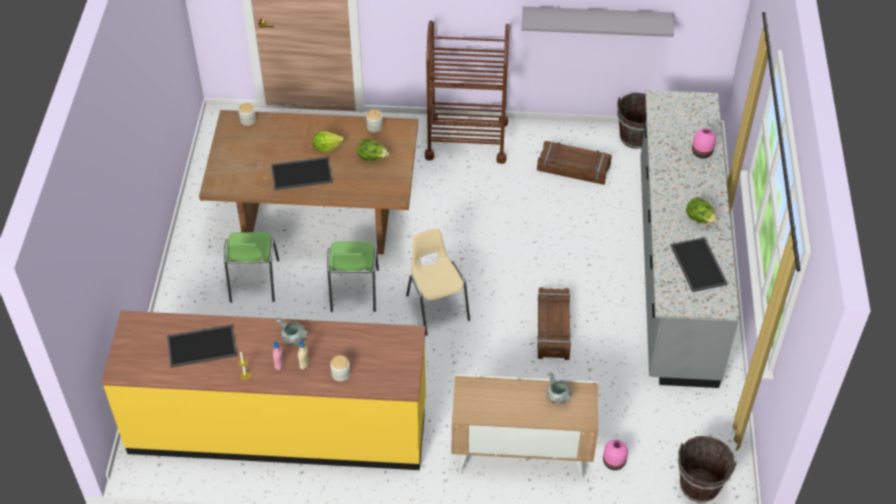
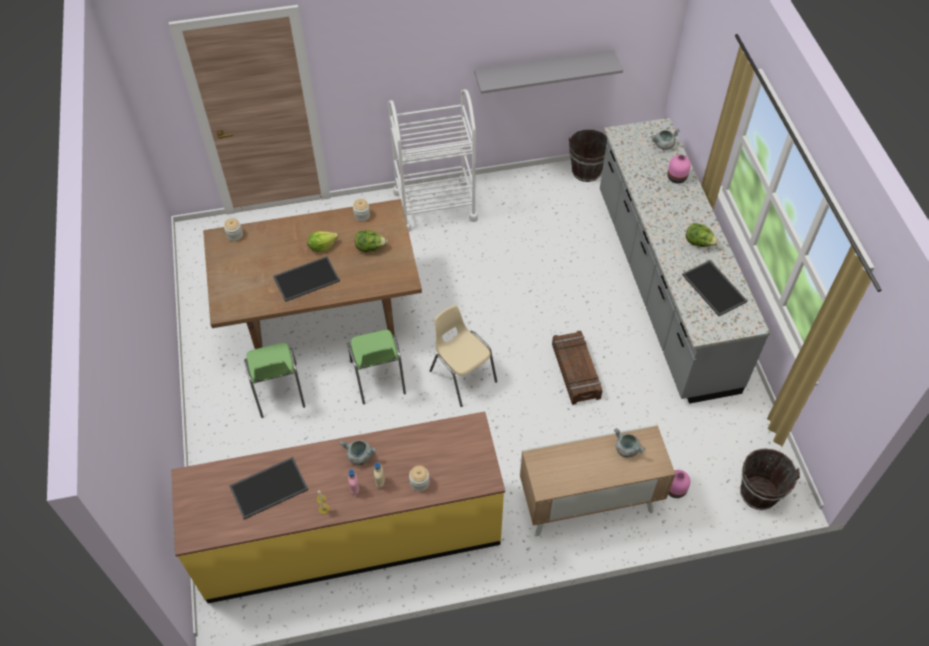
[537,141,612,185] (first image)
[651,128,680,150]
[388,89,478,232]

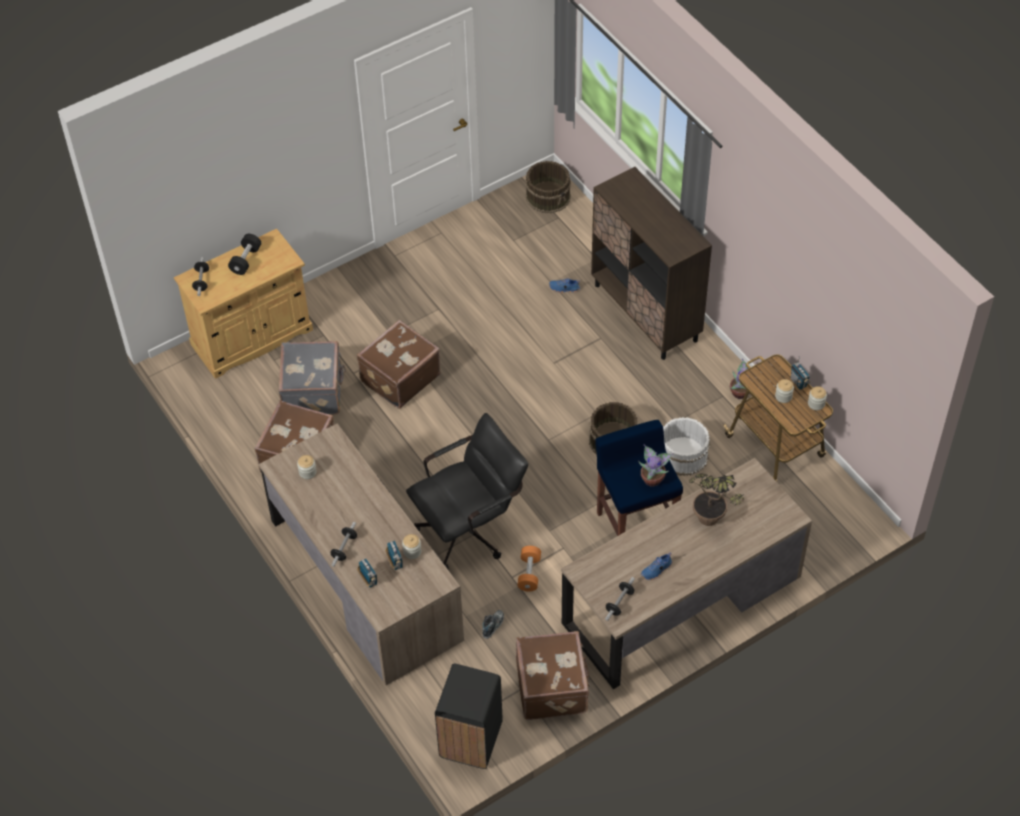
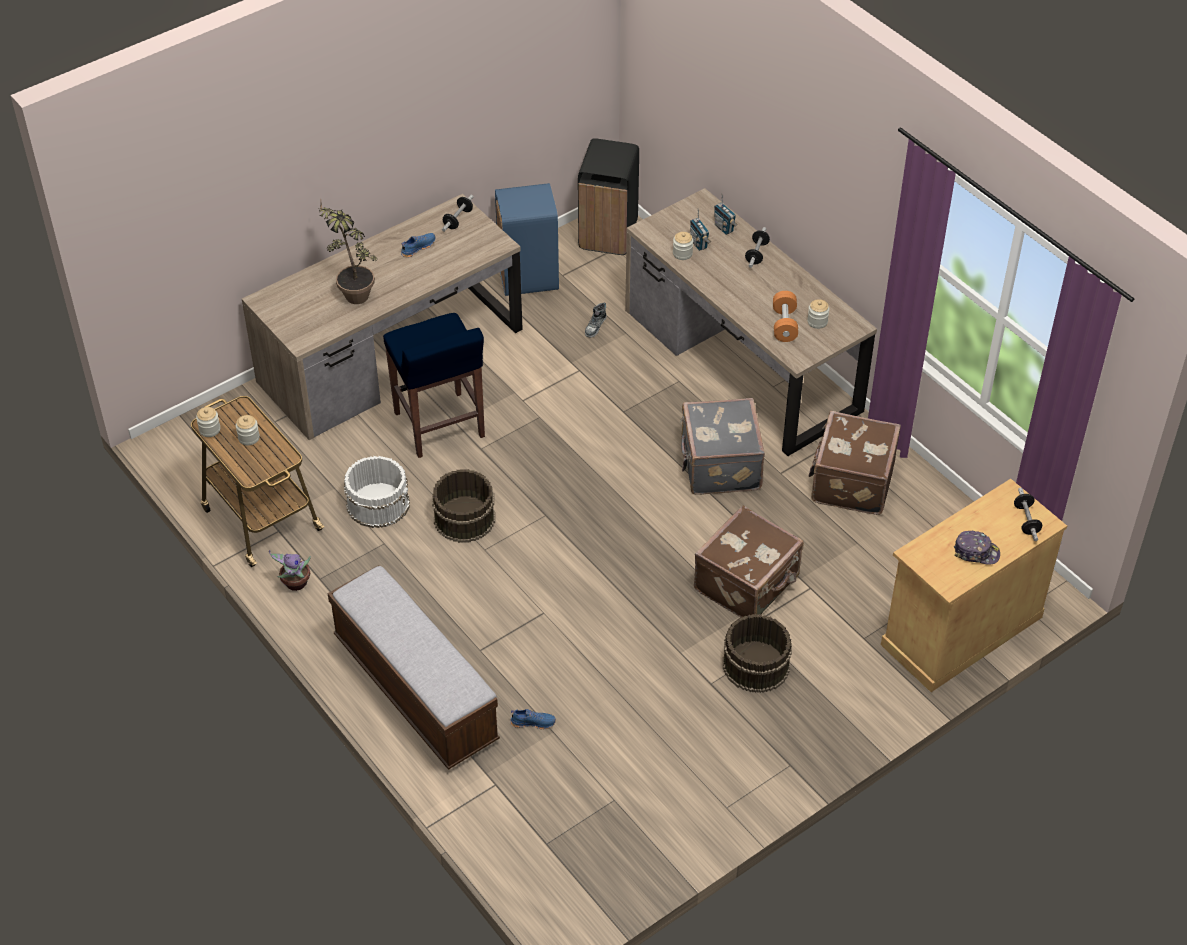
[406,413,528,570] (first image)
[638,444,673,487] (first image)
[791,358,811,390] (first image)
[680,398,765,495]
[773,291,798,342]
[723,614,792,693]
[954,531,1000,565]
[495,183,559,296]
[328,565,500,770]

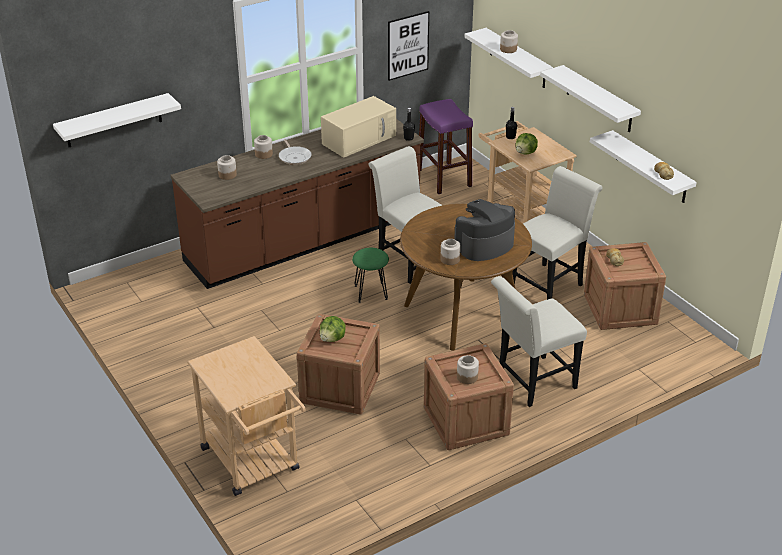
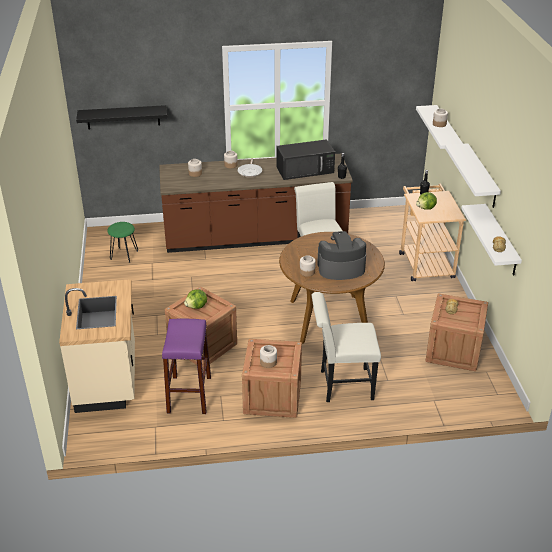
[388,11,429,81] (first image)
[513,166,603,300] (first image)
[107,222,138,263]
[162,319,211,414]
[59,279,135,413]
[76,105,167,129]
[276,139,335,180]

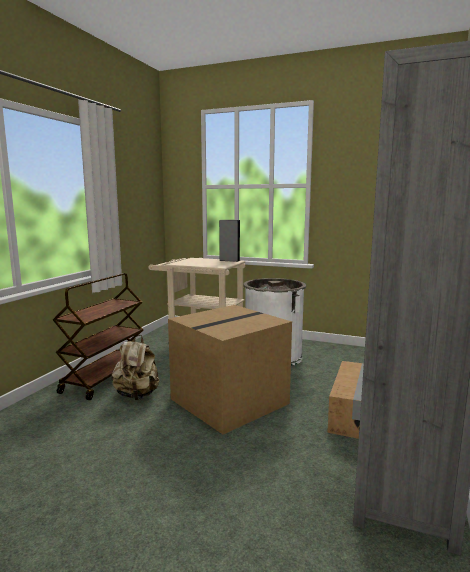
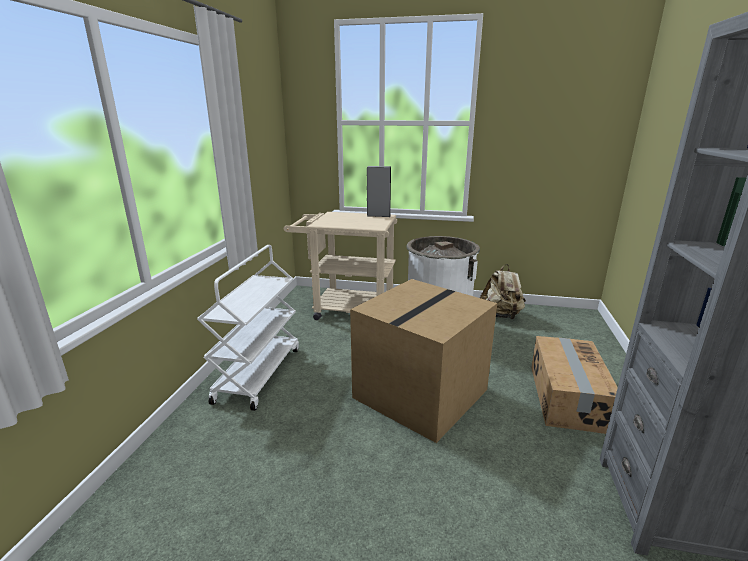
[480,264,526,319]
[197,245,299,411]

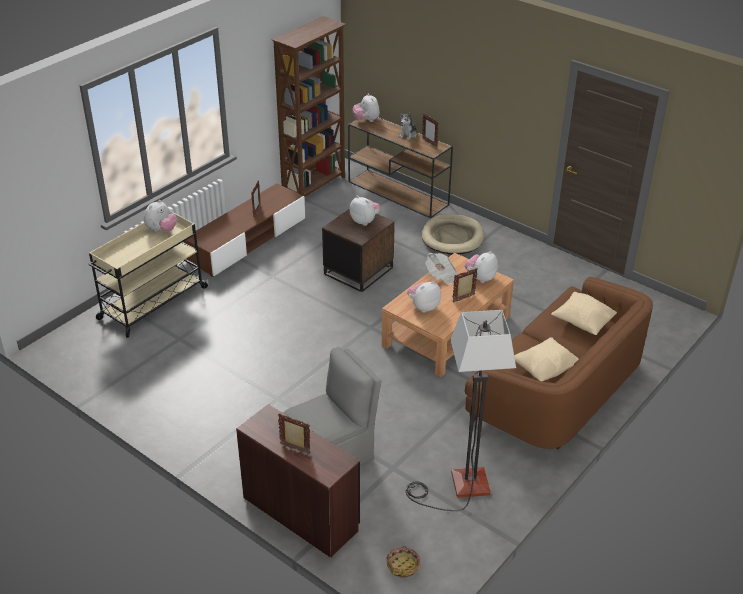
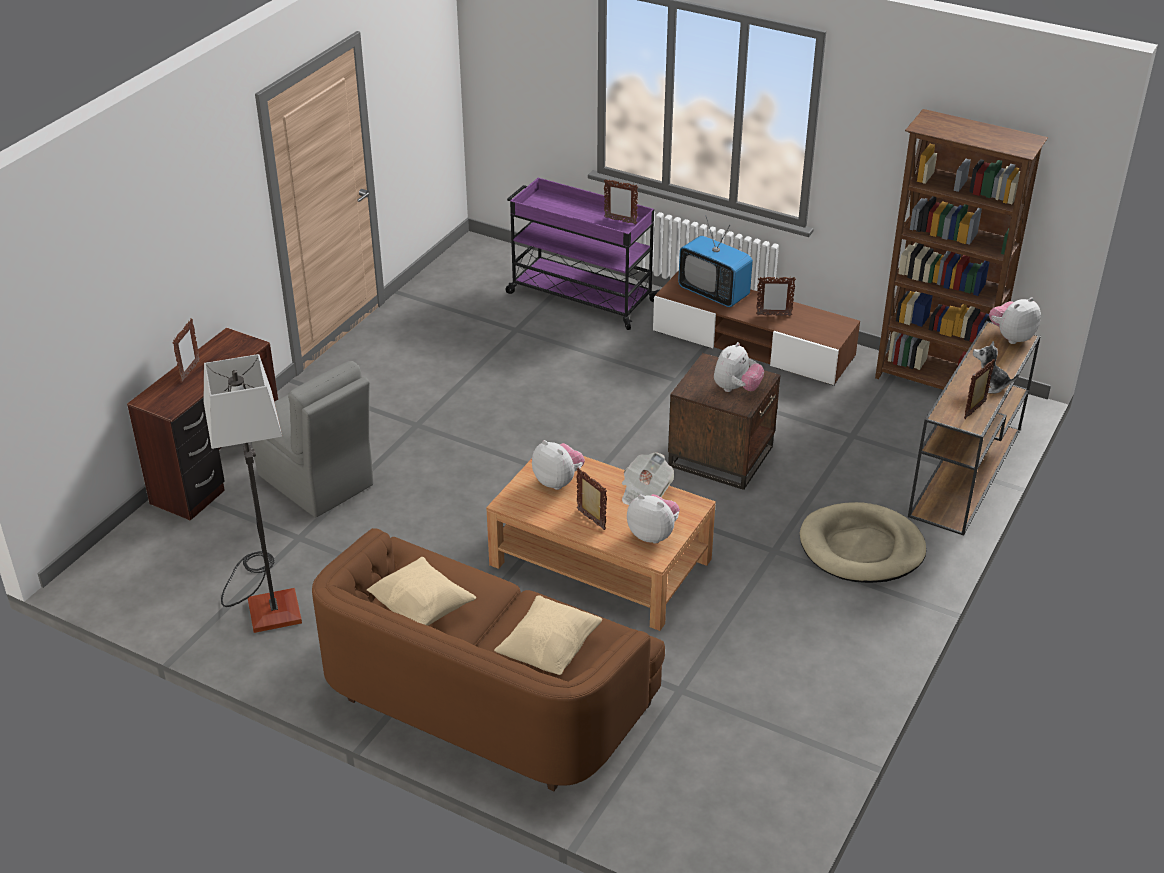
[387,546,421,578] (first image)
[678,217,753,307]
[604,179,638,224]
[506,178,660,330]

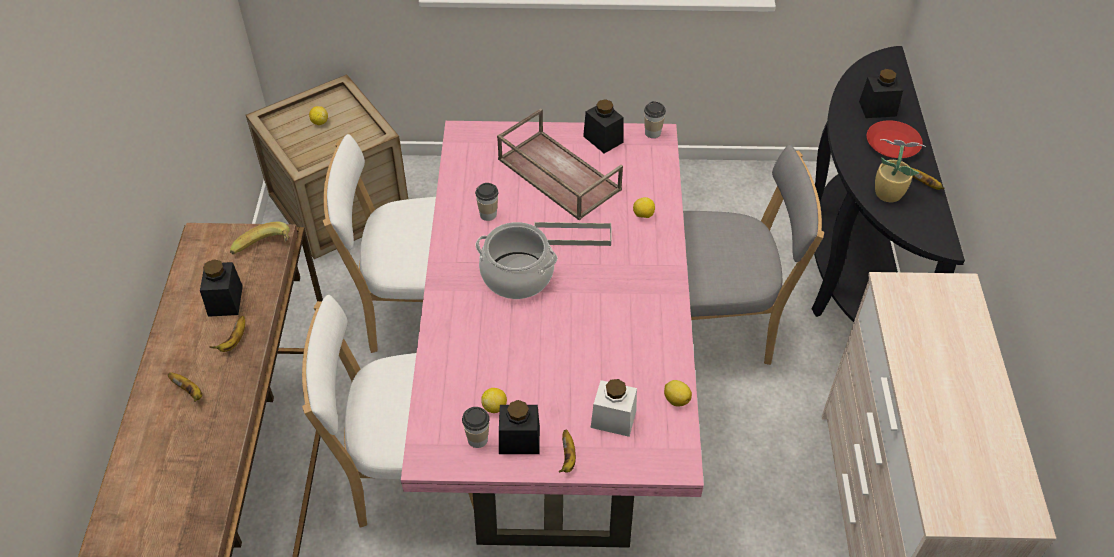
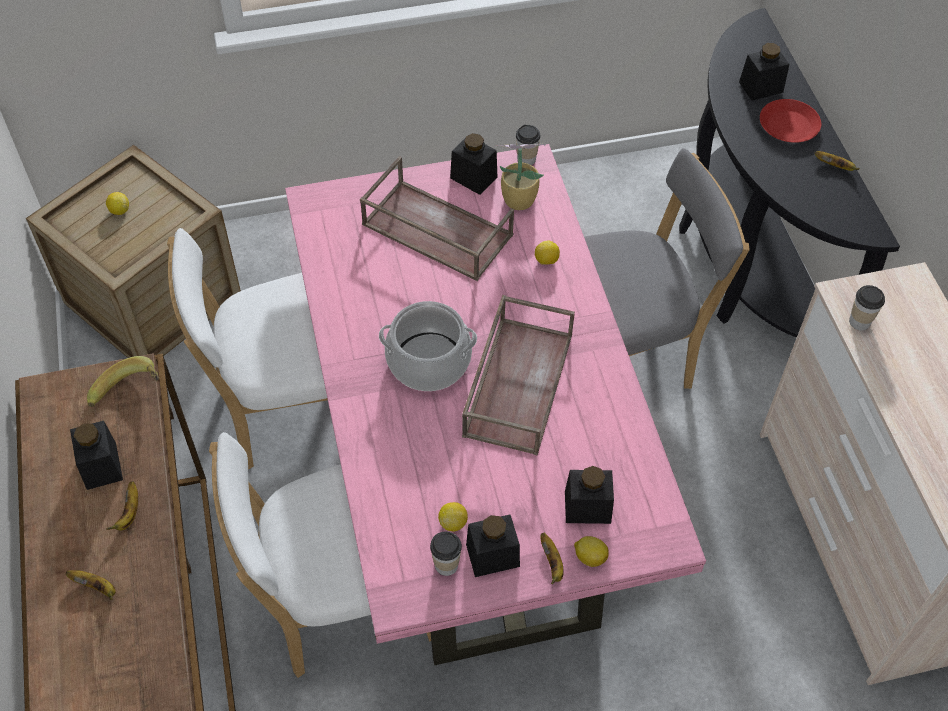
[534,222,611,246] (first image)
[462,295,575,455]
[849,285,885,330]
[574,536,609,567]
[495,144,545,210]
[565,466,614,524]

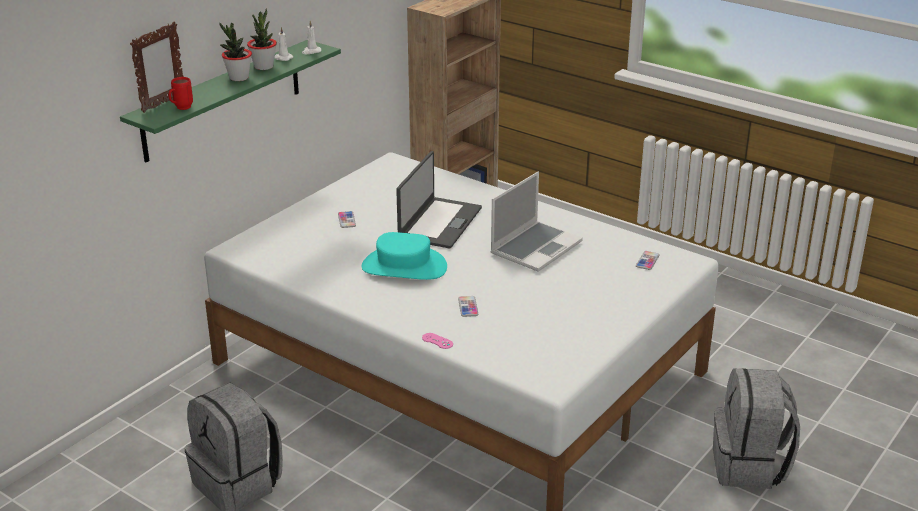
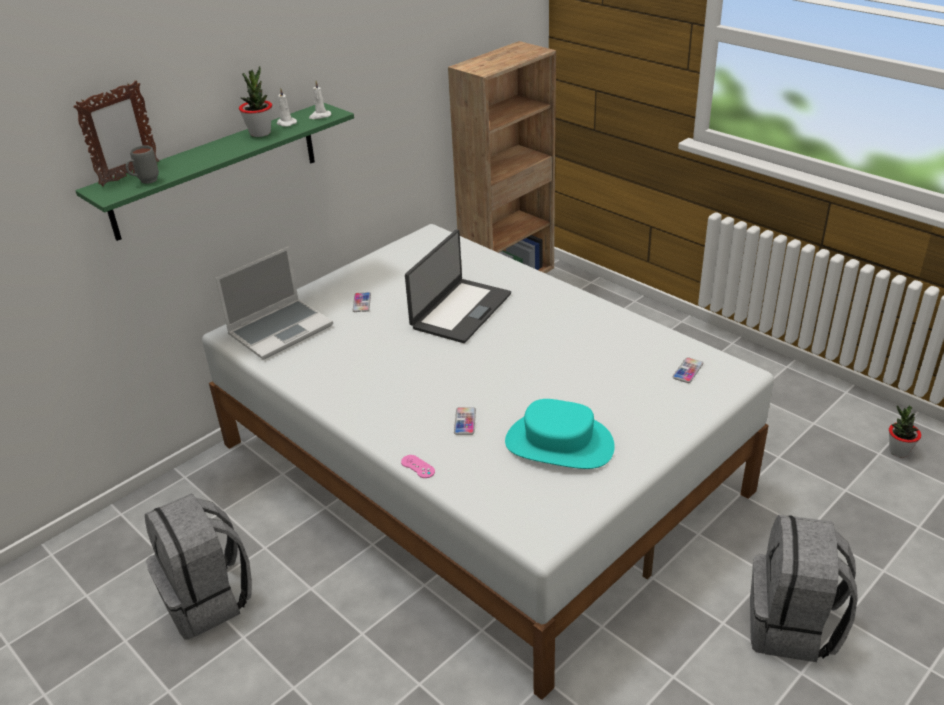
[889,405,921,458]
[505,399,615,469]
[215,247,333,360]
[126,145,159,184]

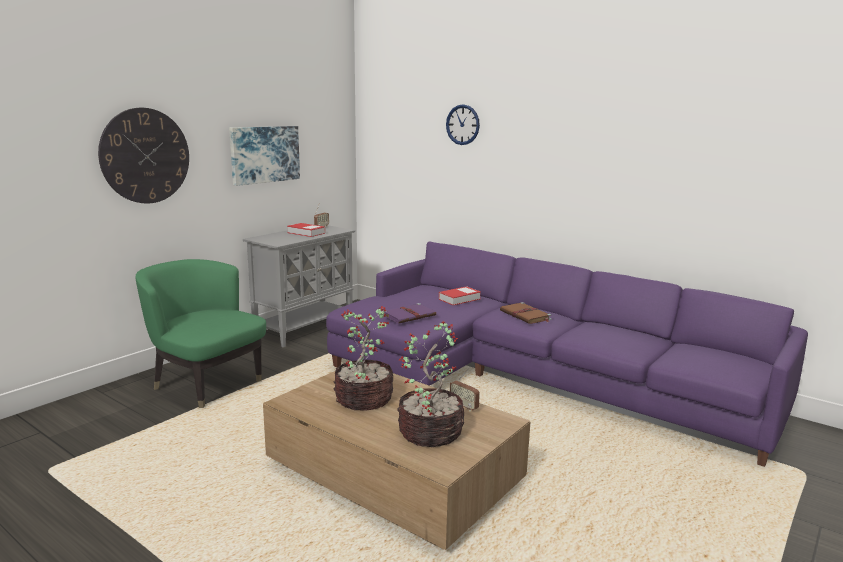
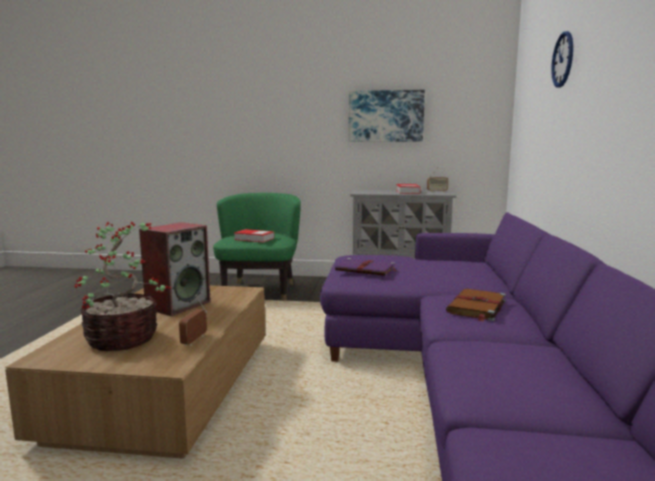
[98,108,189,204] (first image)
[234,229,274,243]
[139,222,211,316]

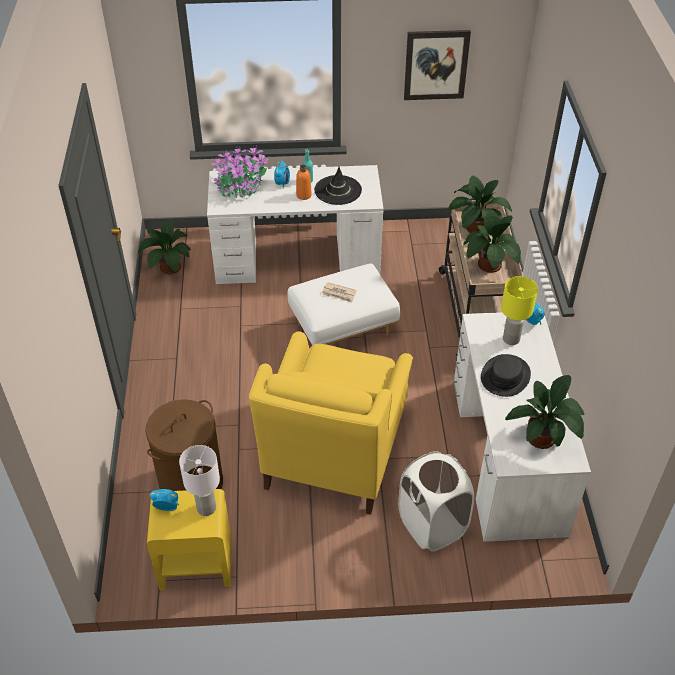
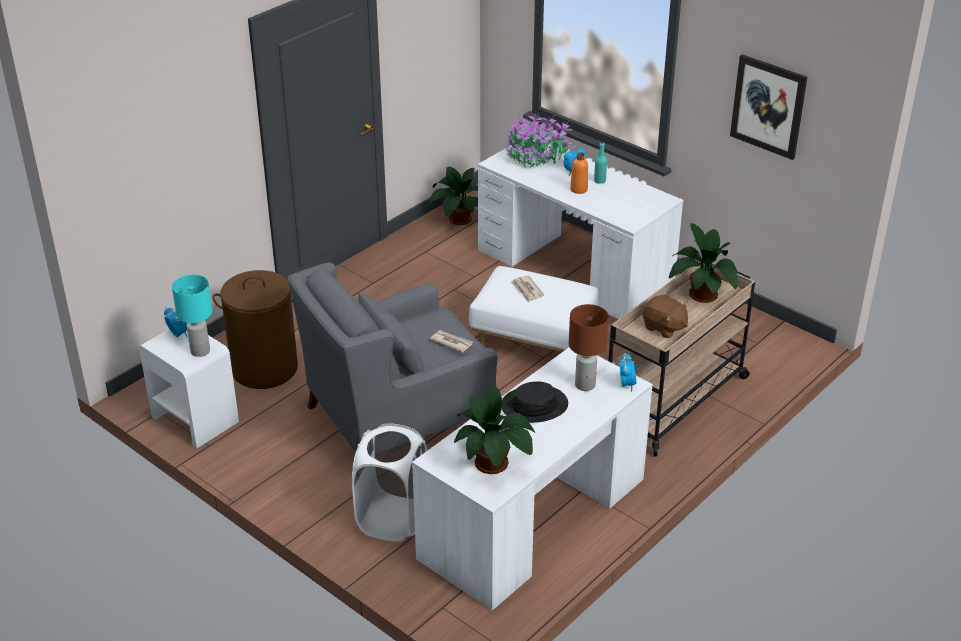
[314,167,362,205] (first image)
[430,330,473,353]
[643,294,688,338]
[139,329,239,448]
[172,275,213,357]
[287,262,498,452]
[569,304,609,391]

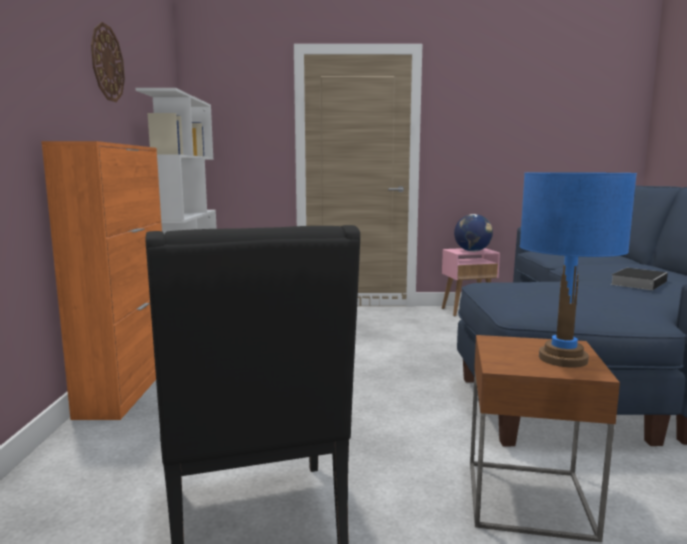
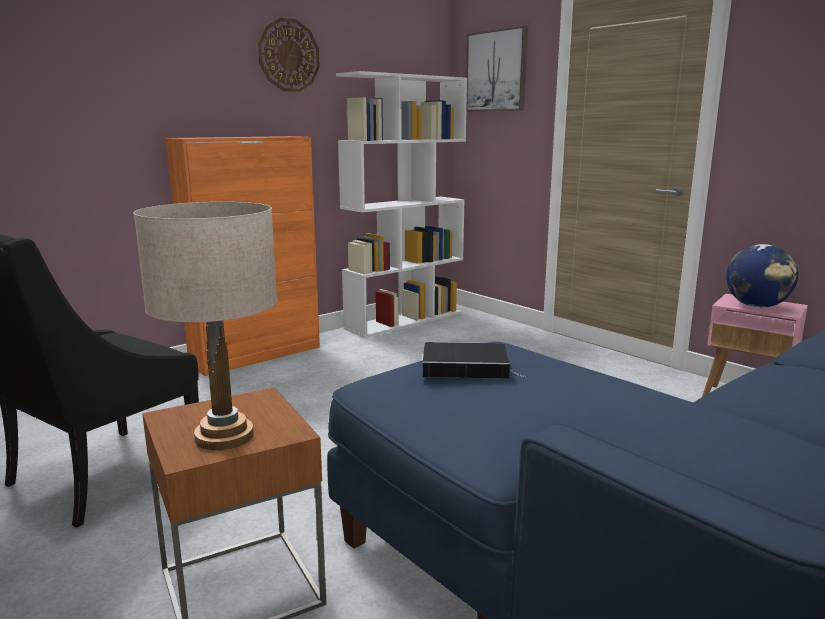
[466,26,528,111]
[423,342,524,379]
[133,202,277,450]

